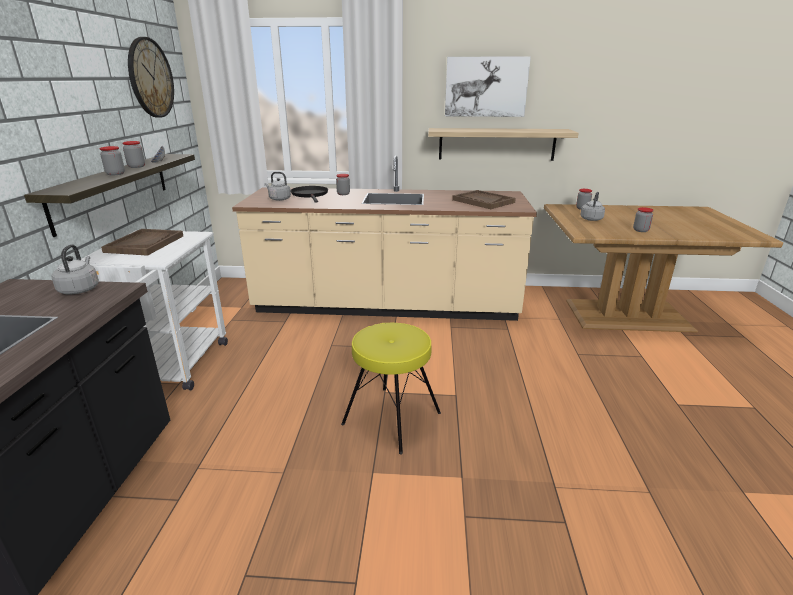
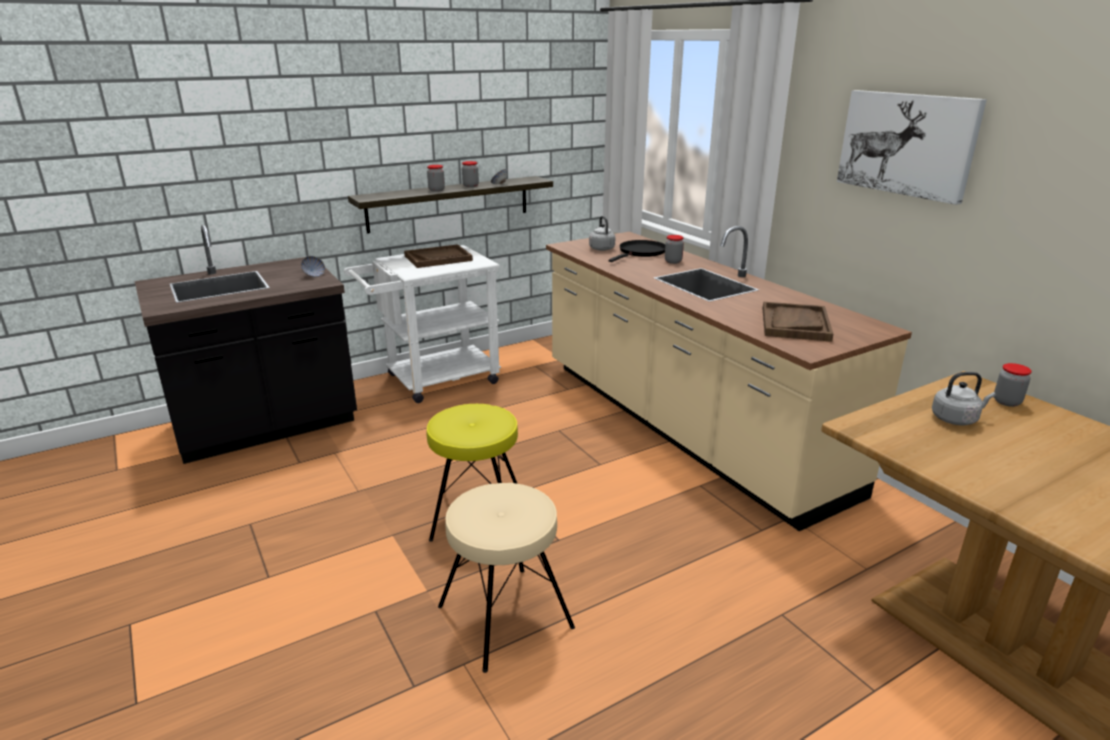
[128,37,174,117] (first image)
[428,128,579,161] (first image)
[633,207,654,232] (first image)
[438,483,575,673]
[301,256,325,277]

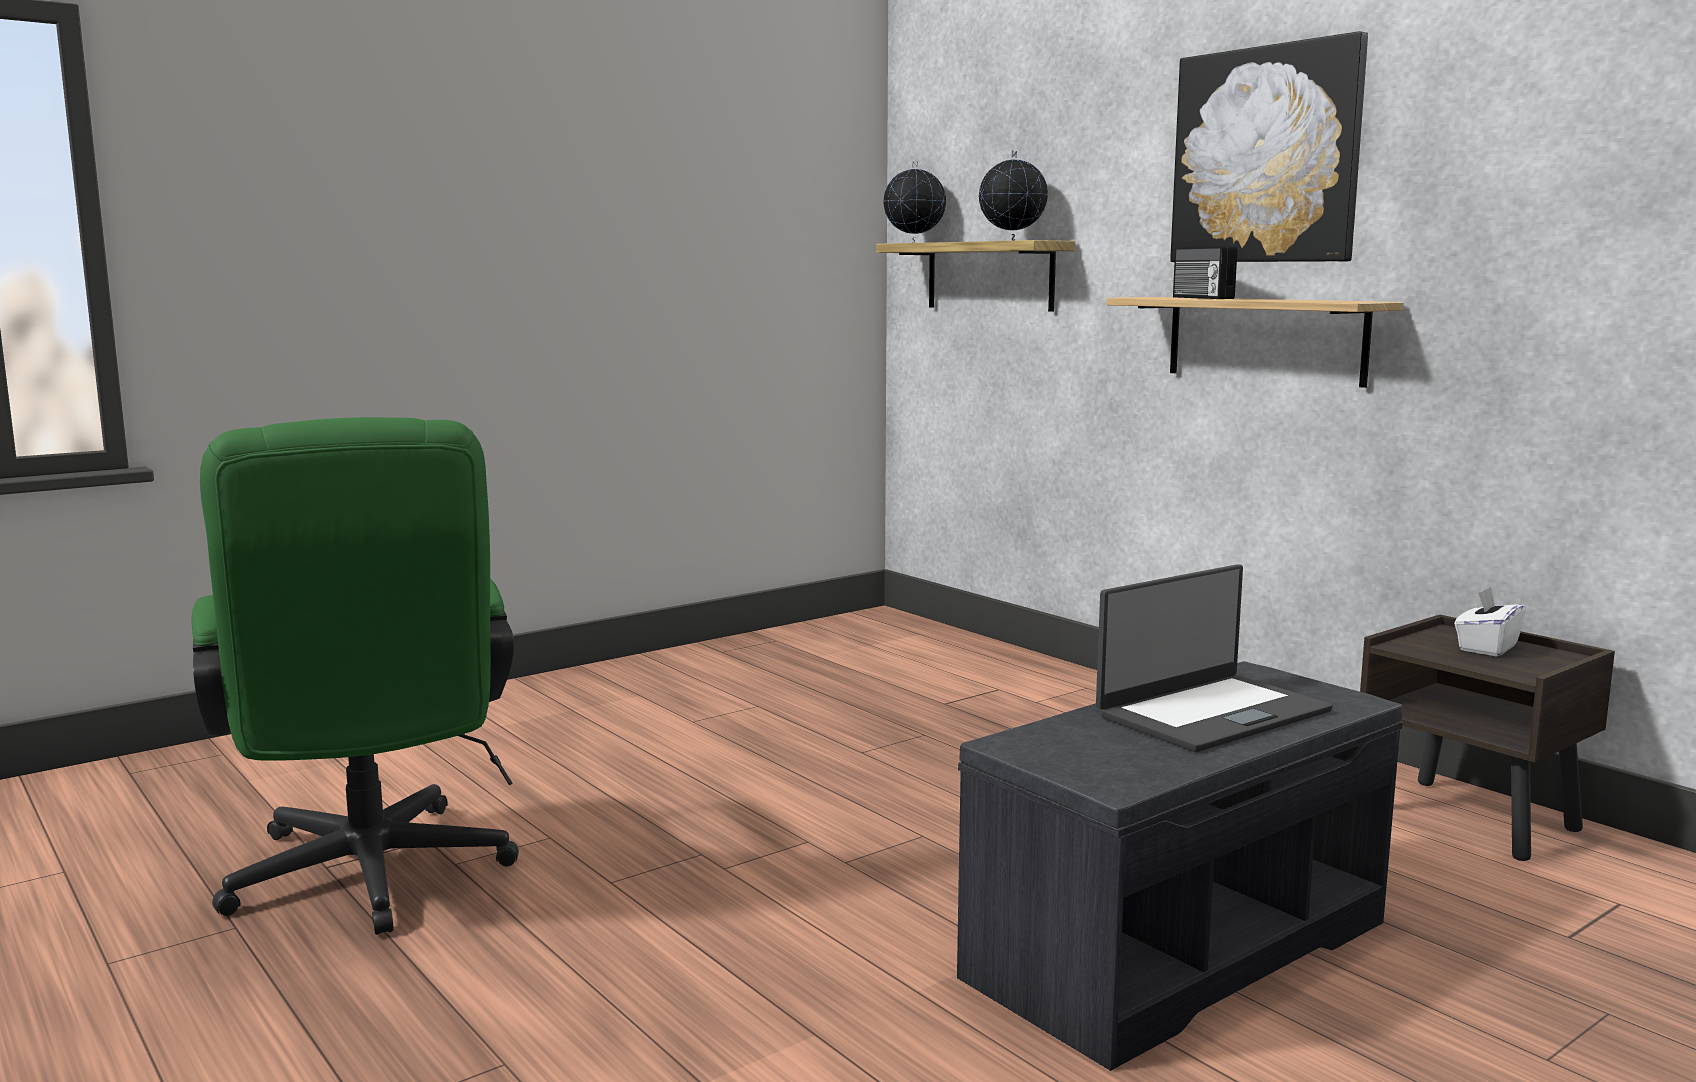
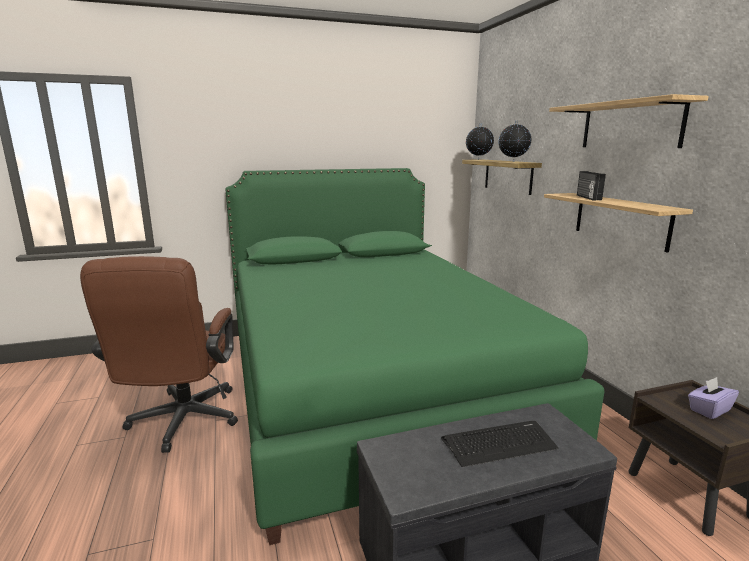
[225,168,605,545]
[441,421,558,467]
[549,94,709,148]
[80,256,238,453]
[688,377,739,419]

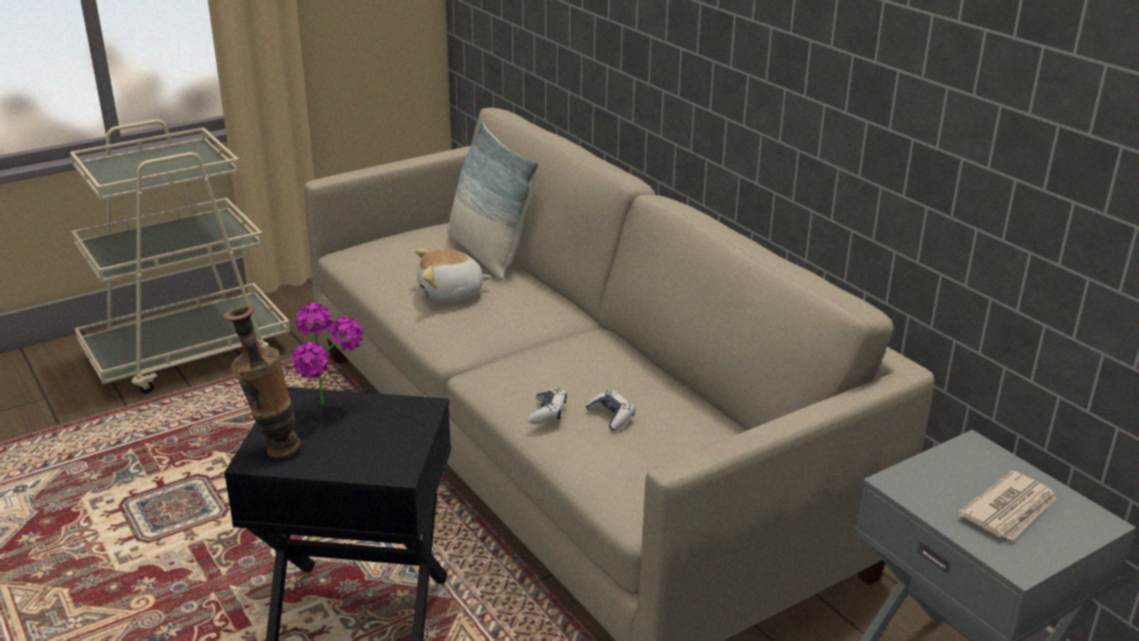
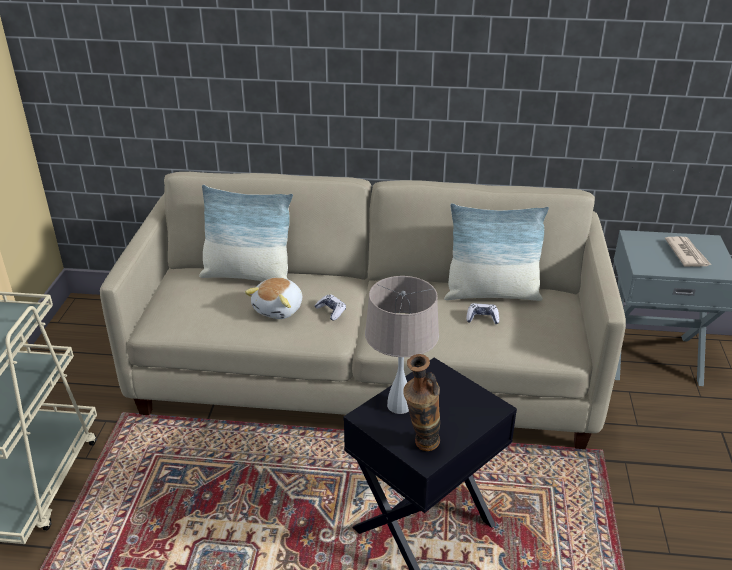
[444,203,549,301]
[315,294,346,321]
[365,276,439,414]

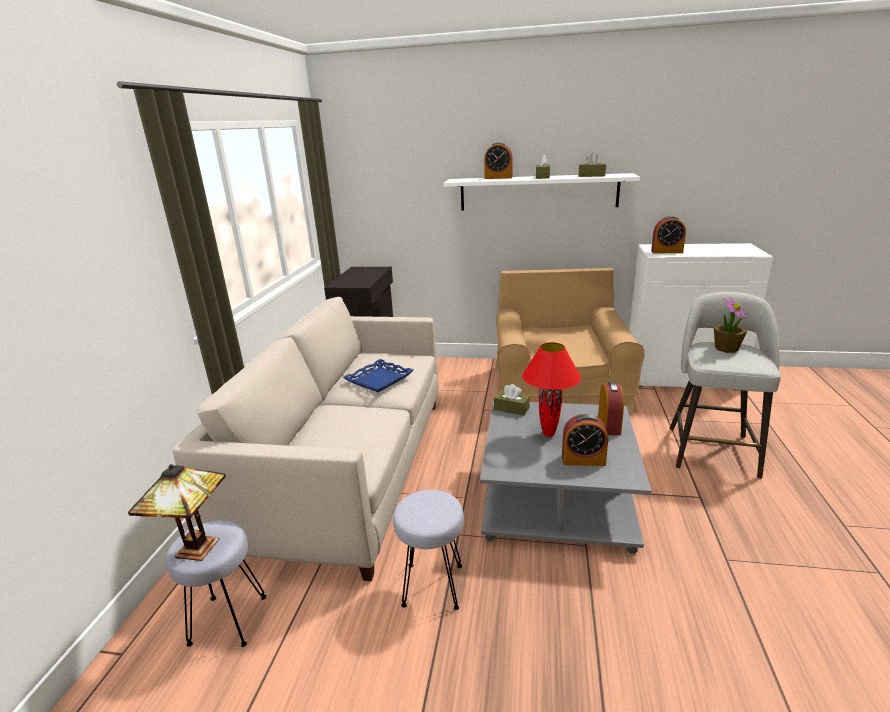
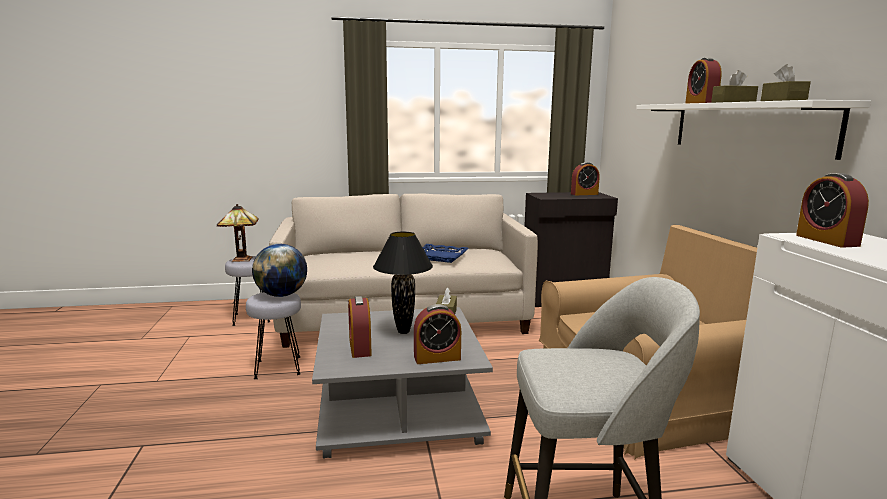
[714,296,747,353] (first image)
[252,244,307,297]
[571,162,600,195]
[373,232,433,334]

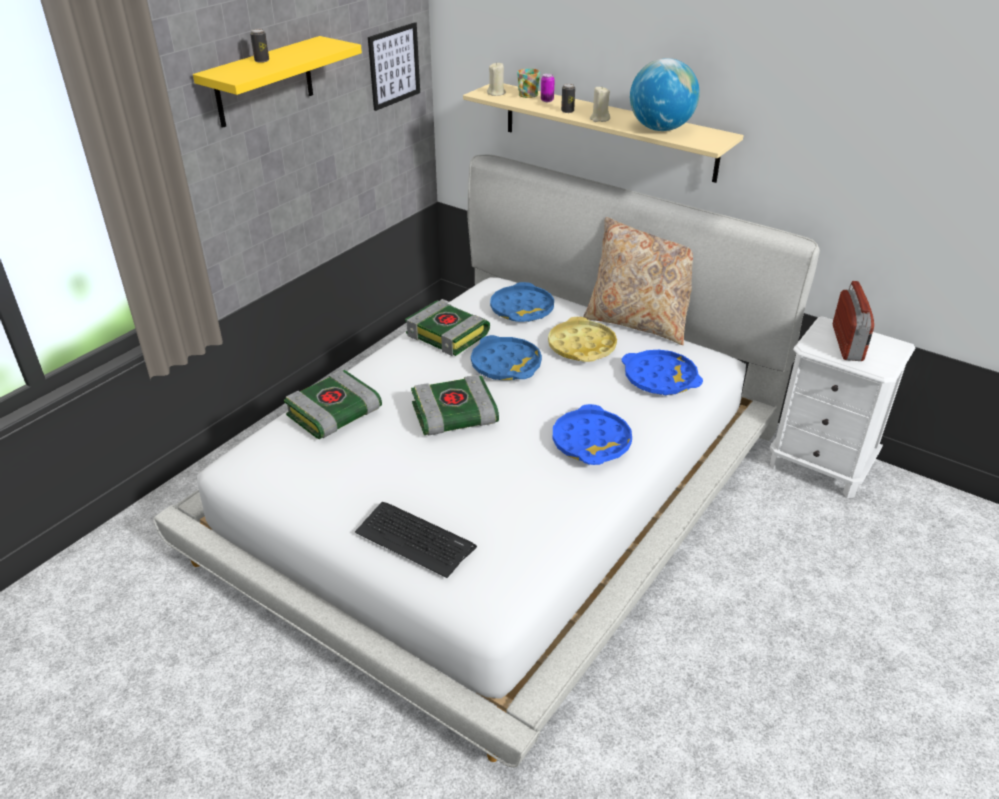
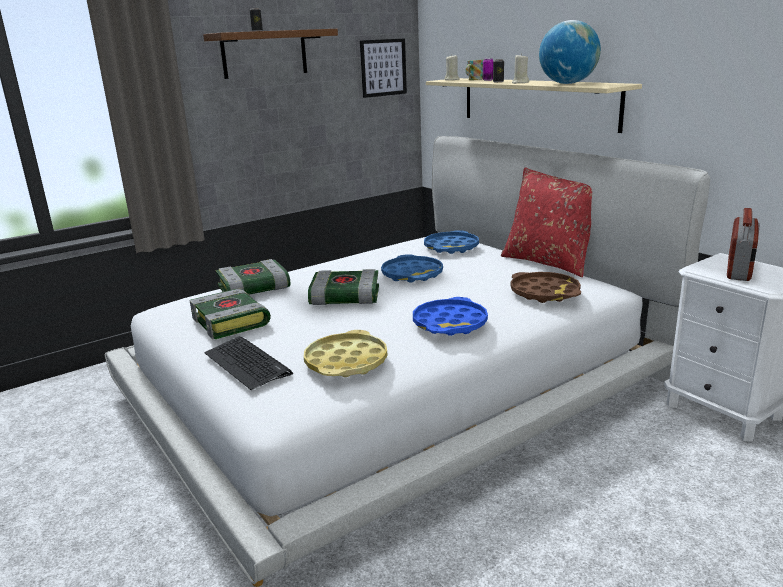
[190,289,271,340]
[304,330,387,377]
[203,29,338,79]
[501,167,592,277]
[510,272,581,303]

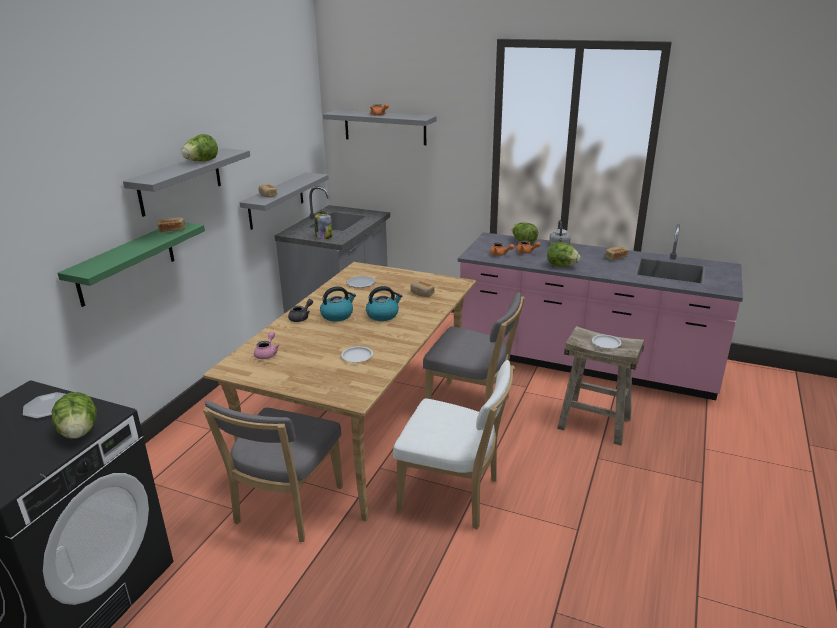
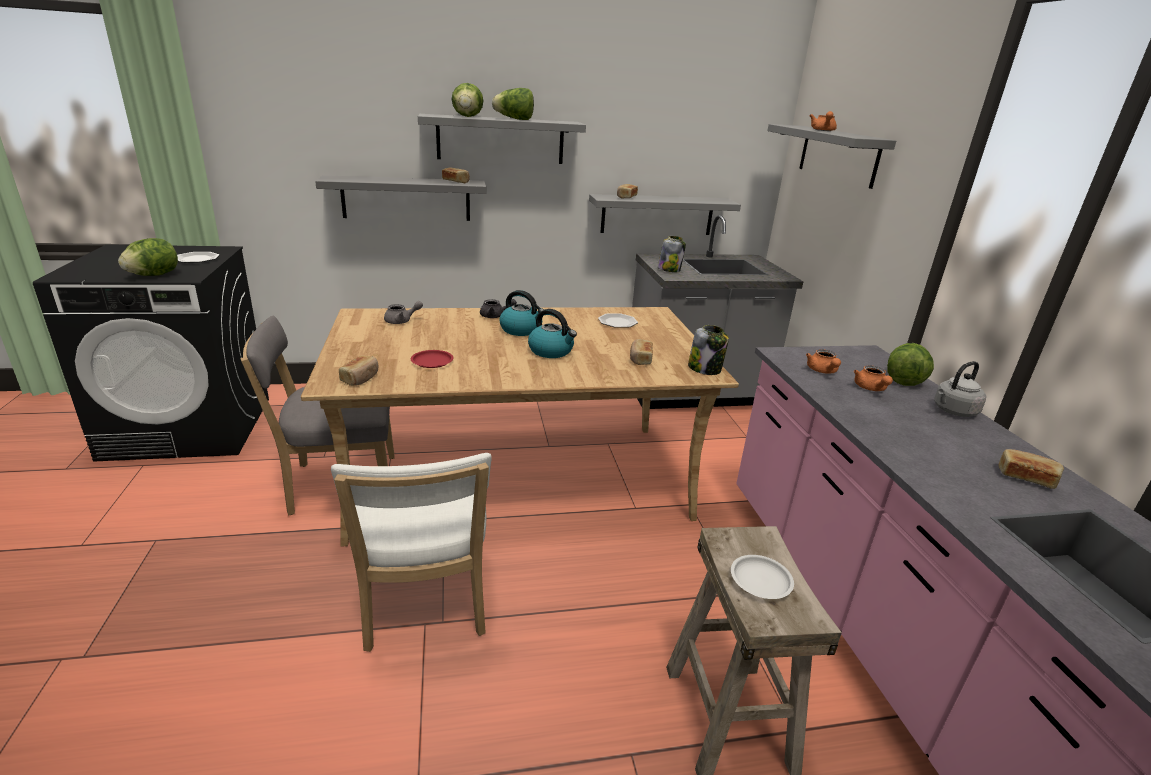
[423,292,525,402] (first image)
[339,356,378,386]
[688,325,729,375]
[452,83,483,117]
[315,175,486,221]
[384,301,423,324]
[411,350,454,368]

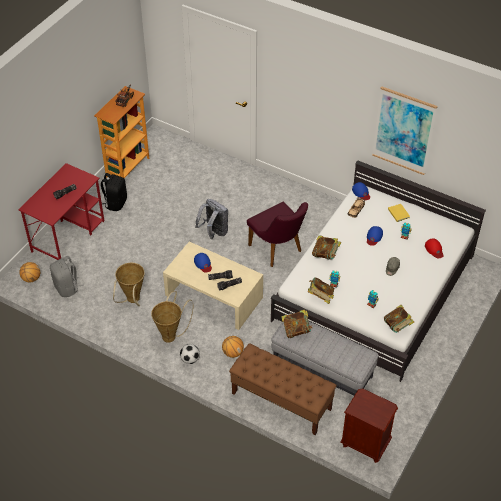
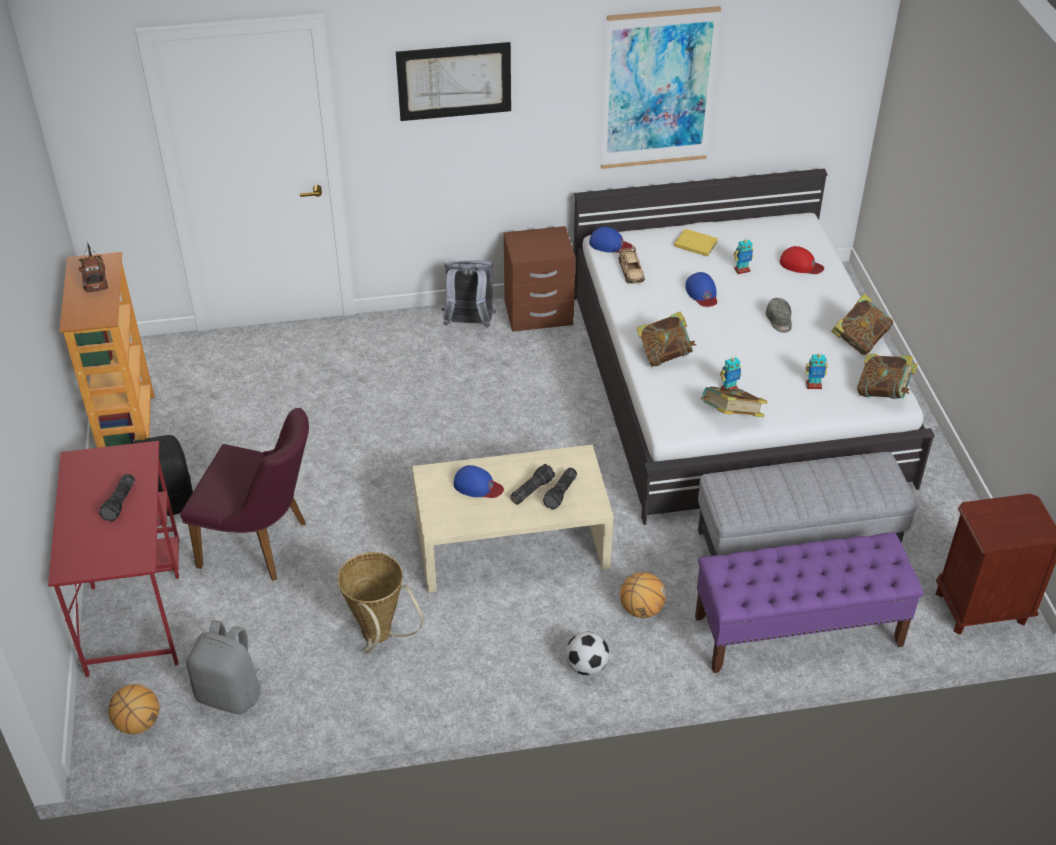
[151,291,193,343] (first image)
[396,42,511,121]
[504,226,576,332]
[441,260,496,328]
[180,408,309,581]
[831,294,893,355]
[695,532,924,673]

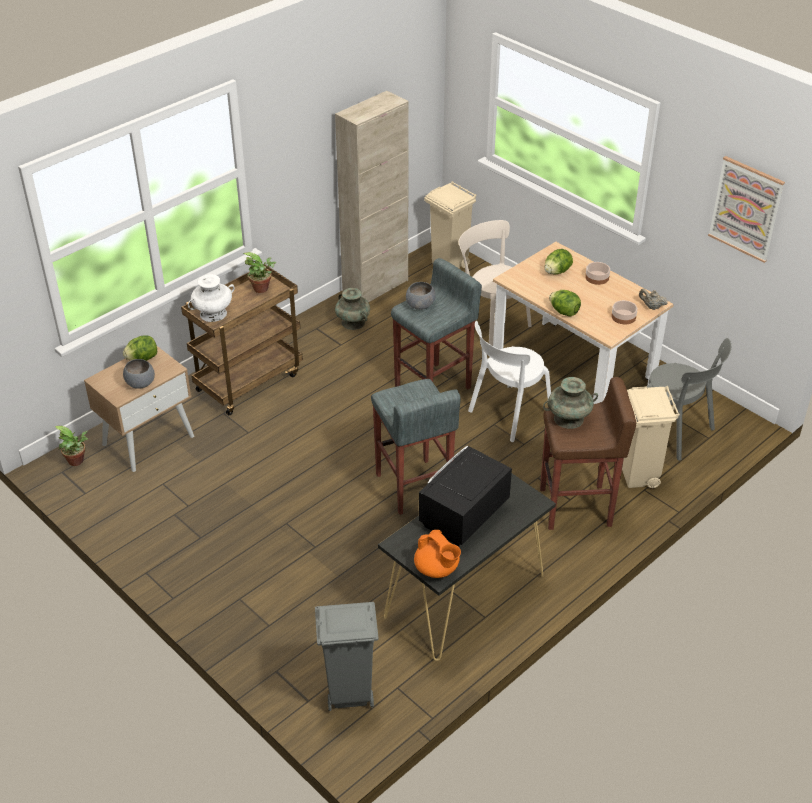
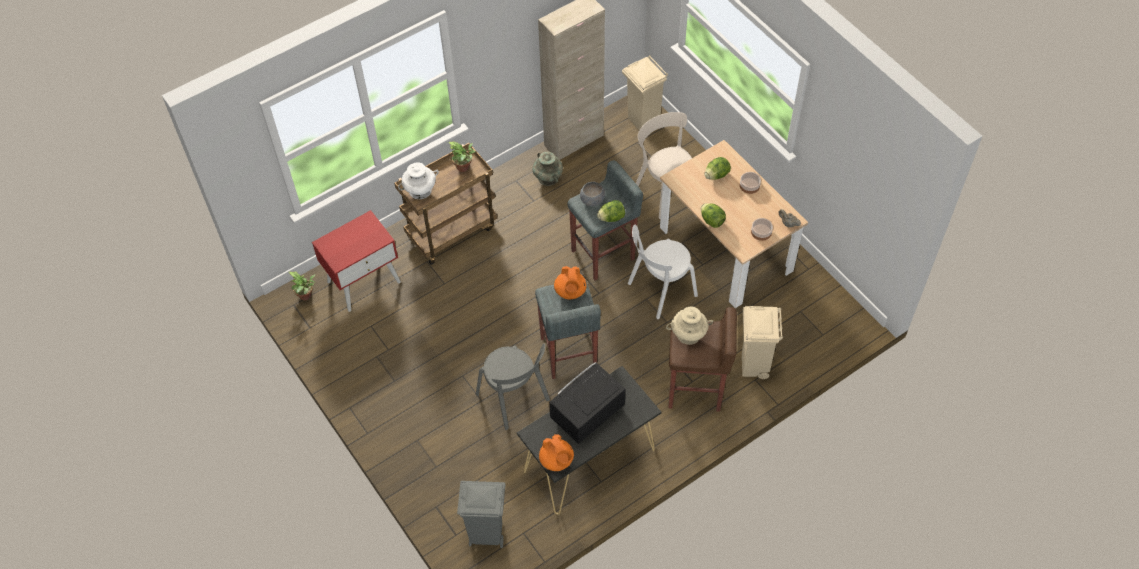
[123,359,155,389] (first image)
[708,156,785,263] (first image)
[554,266,587,299]
[597,200,625,222]
[476,344,550,430]
[312,210,401,312]
[666,306,713,345]

